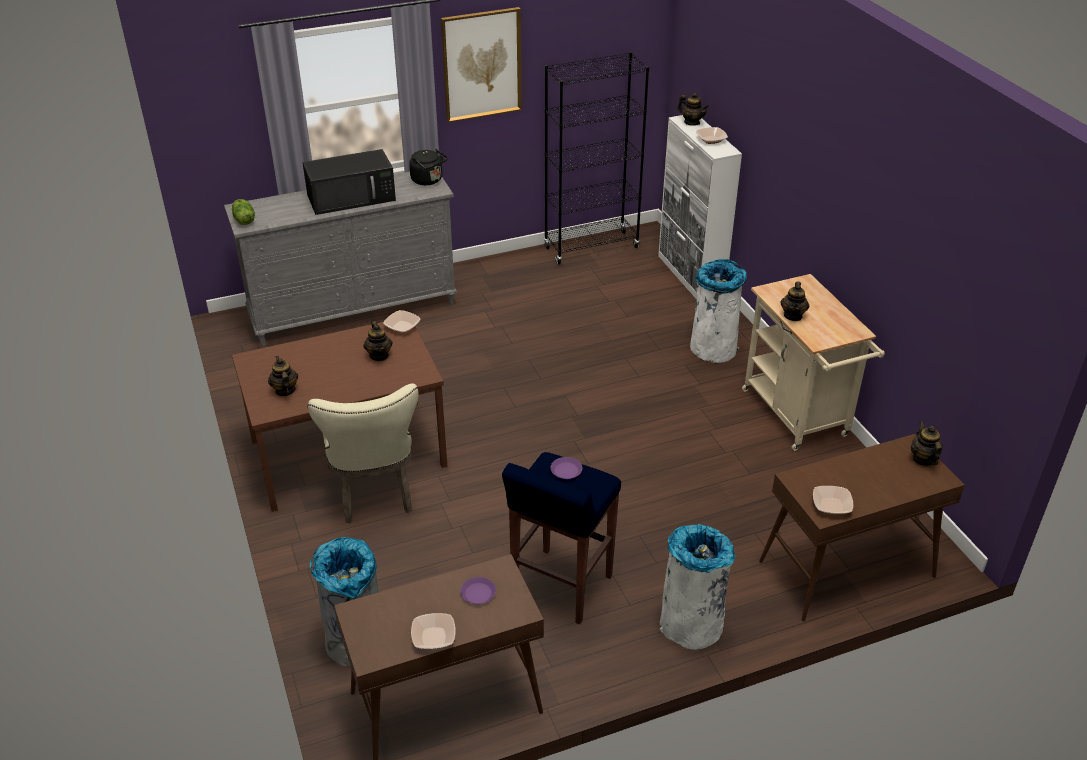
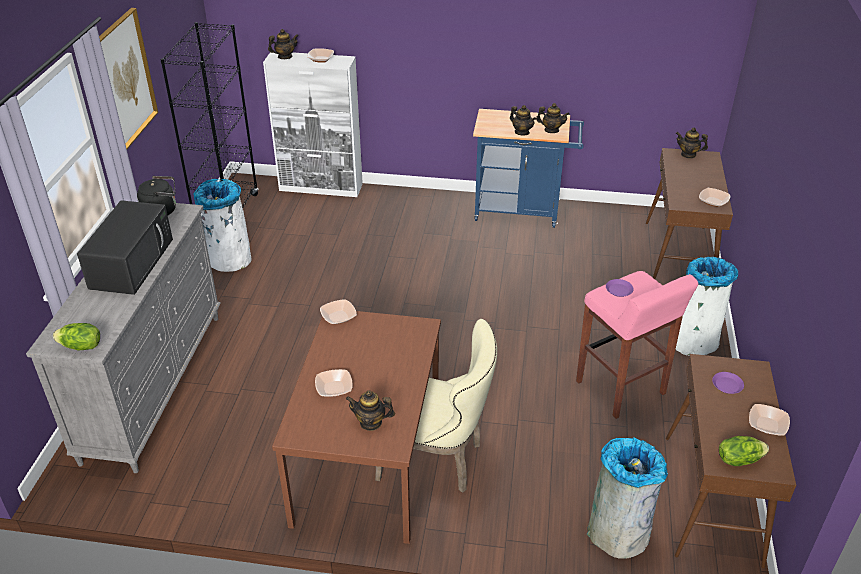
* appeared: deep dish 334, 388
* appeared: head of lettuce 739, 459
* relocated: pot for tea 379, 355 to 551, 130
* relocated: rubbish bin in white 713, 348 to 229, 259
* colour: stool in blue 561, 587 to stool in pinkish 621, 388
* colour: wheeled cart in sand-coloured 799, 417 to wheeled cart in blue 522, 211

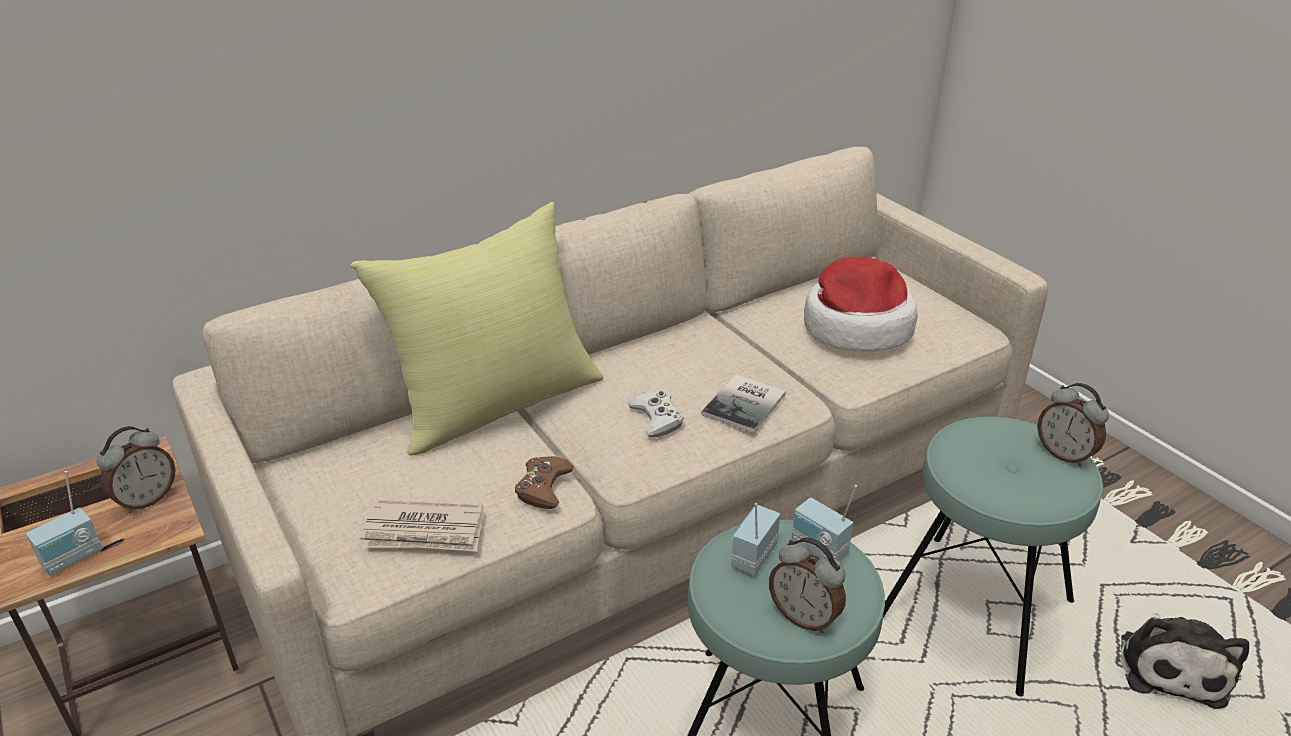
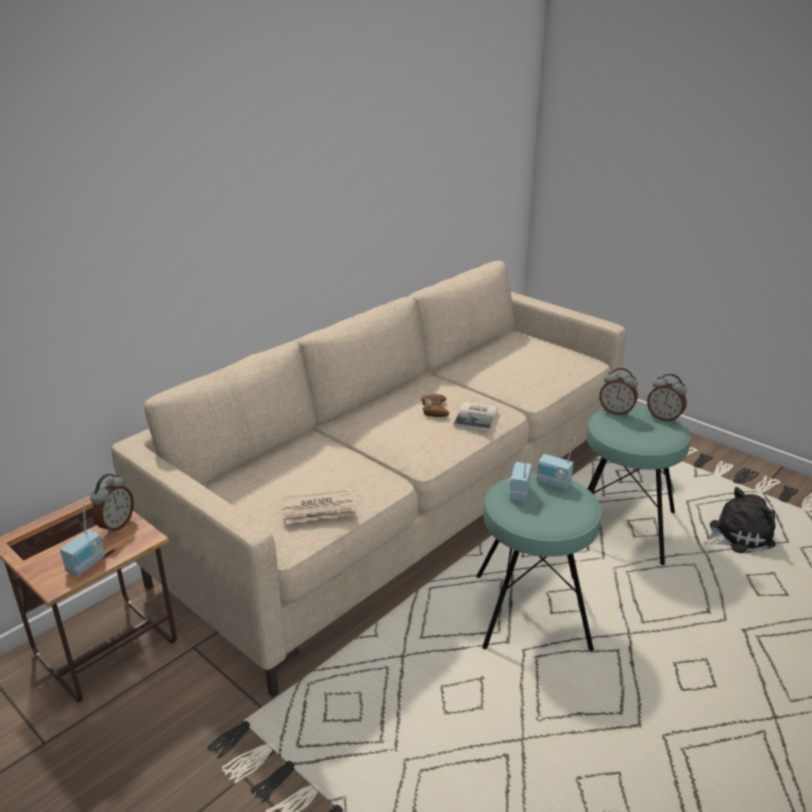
* missing: pillow in yellowish 496, 402
* missing: gamepad in white 657, 419
* missing: wearable hat 855, 327
* relocated: gamepad in brown-coloured 543, 487 to 434, 409
* relocated: alarm clock 804, 616 to 616, 411
* spun: plush toy 1171, 666 = 736, 535 105 degrees counterclockwise

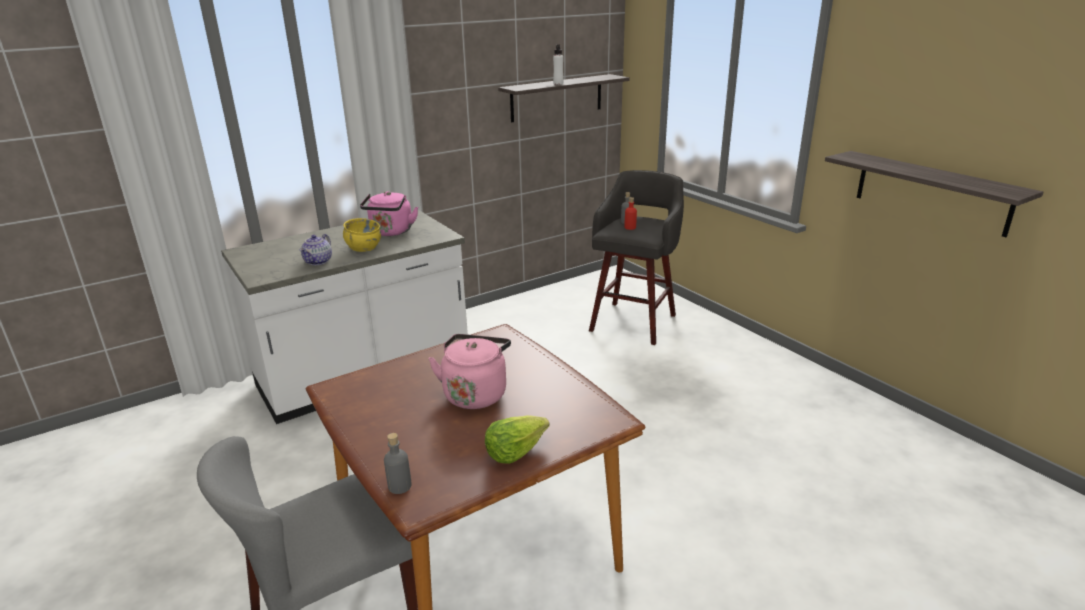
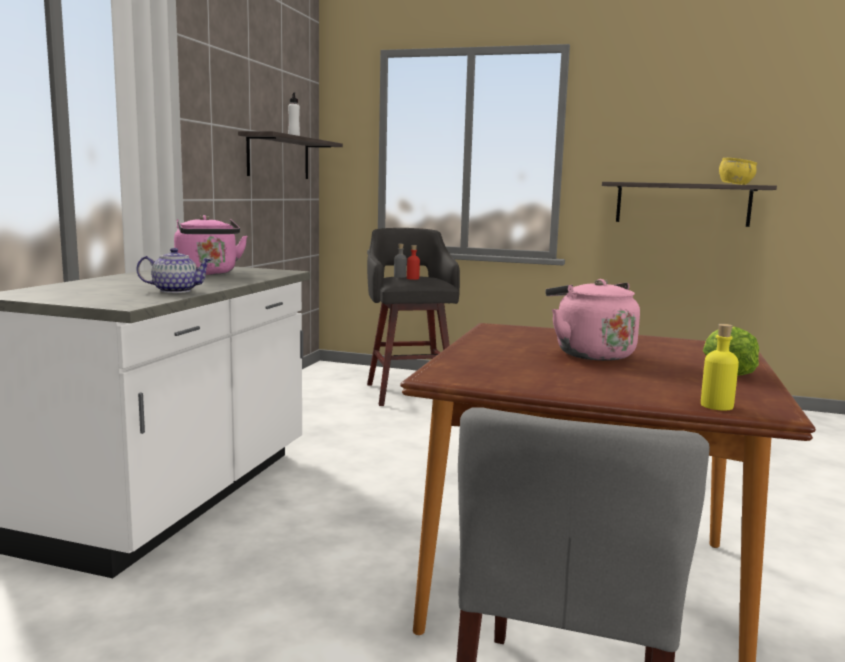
* relocated: deep dish in yellowish 363, 248 to 735, 184
* colour: drink bottle in greyish 399, 486 to drink bottle in yellowish 716, 406
* spun: pot for tea 318, 261 = 175, 291 75 degrees counterclockwise

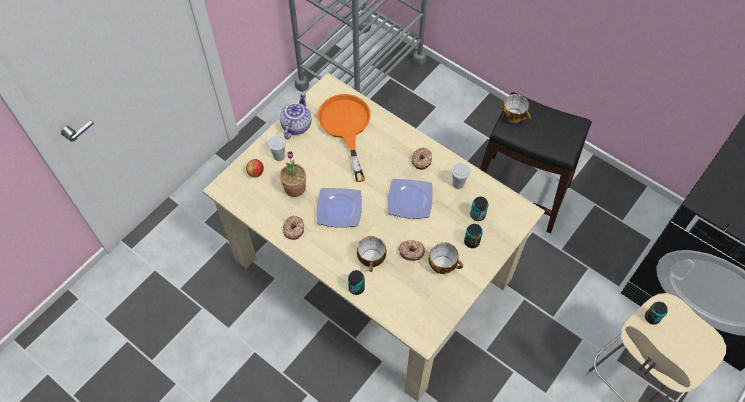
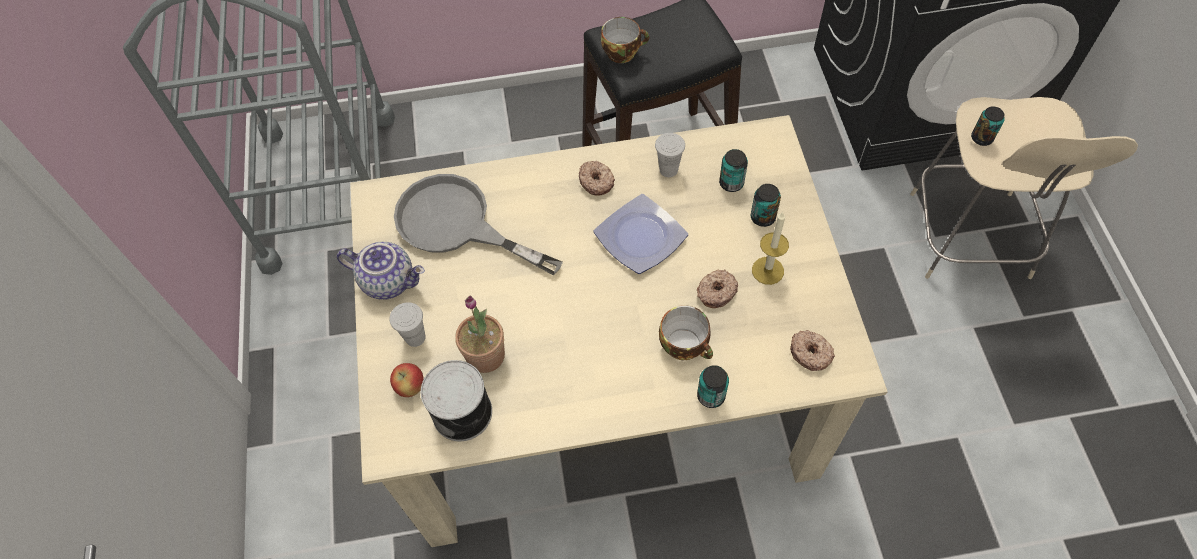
* missing: plate 338, 210
* appeared: metal can 464, 412
* relocated: donut 294, 229 to 810, 353
* exchanged: small cup 444, 265 to wax candle 767, 270
* colour: frying pan in orange-coloured 346, 127 to frying pan in greyish 458, 225
* spun: pot for tea 296, 125 = 389, 280 135 degrees clockwise

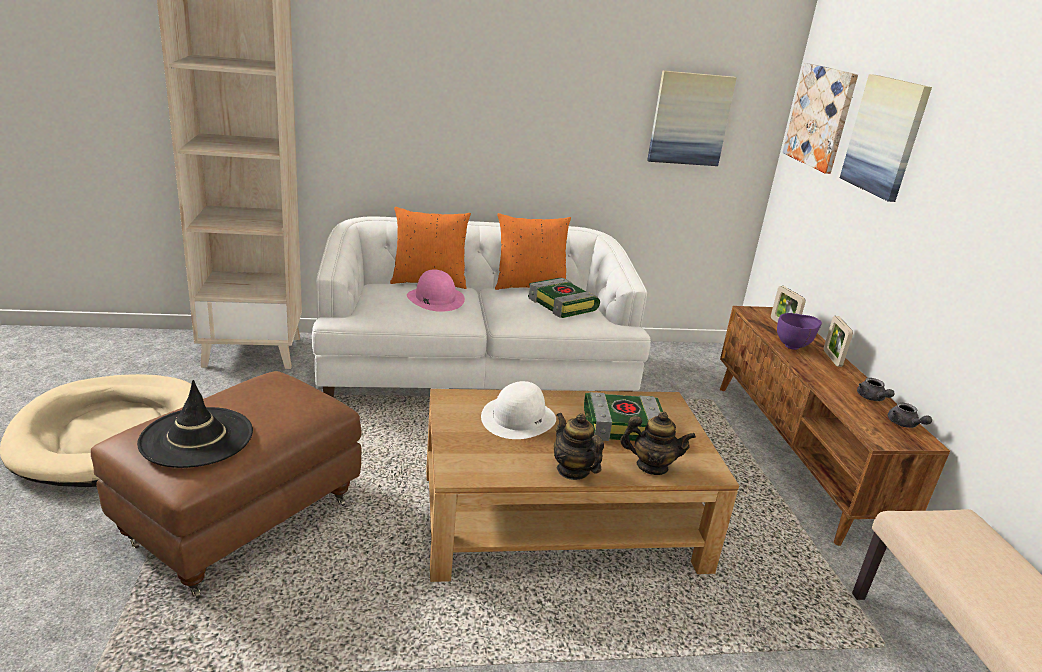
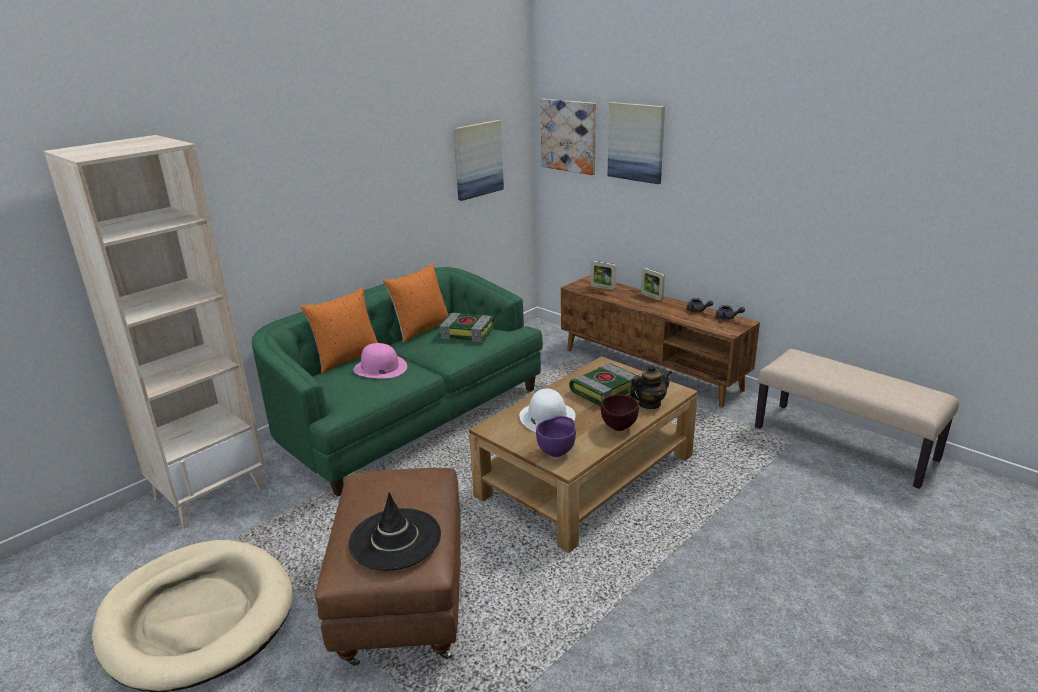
* relocated: deep dish in purple-coloured 793, 346 to 557, 452
* exchanged: pot for tea 573, 470 to deep dish in brown-coloured 618, 429
* colour: couch in white 475, 373 to couch in green 409, 417

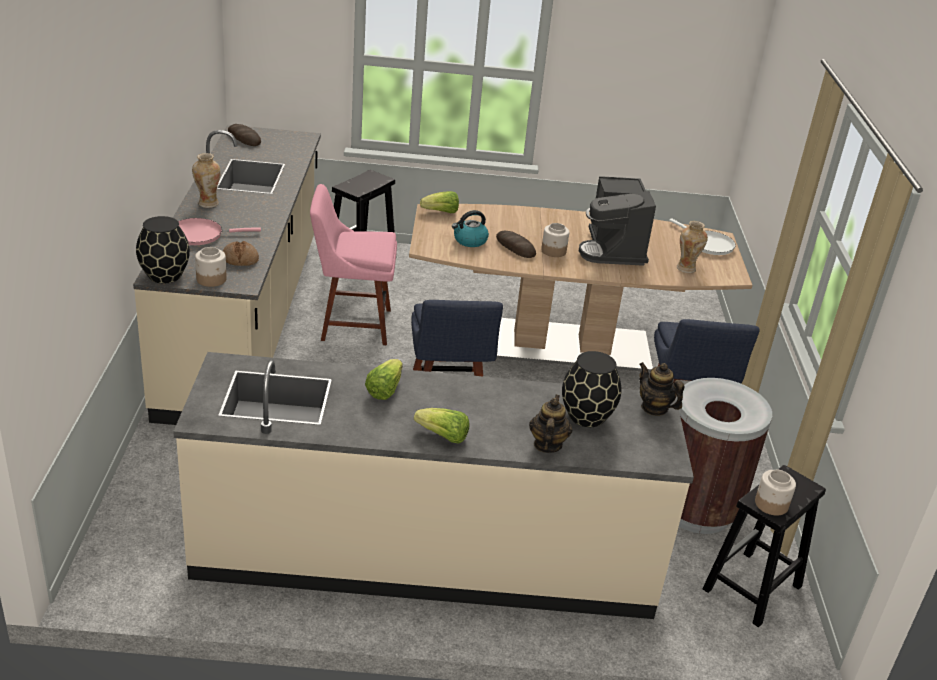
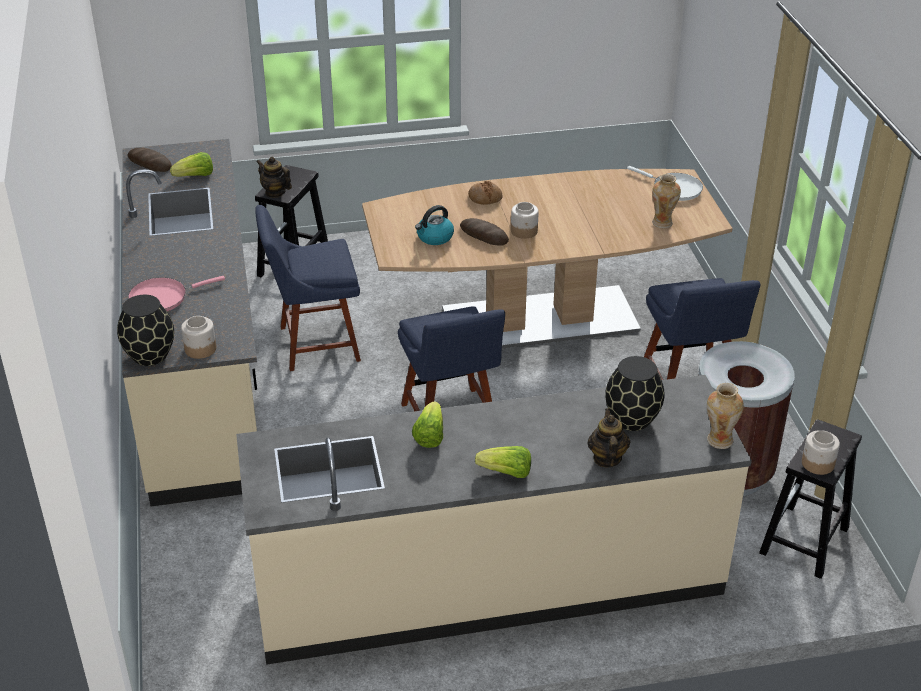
* missing: coffee machine 613, 250
* relocated: flower vase 207, 203 to 719, 440
* relocated: bakery bread 240, 259 to 485, 198
* relocated: head of lettuce 441, 212 to 195, 176
* relocated: pot for tea 654, 408 to 275, 192
* colour: chair in pinkish 351, 324 to chair in blue 314, 344

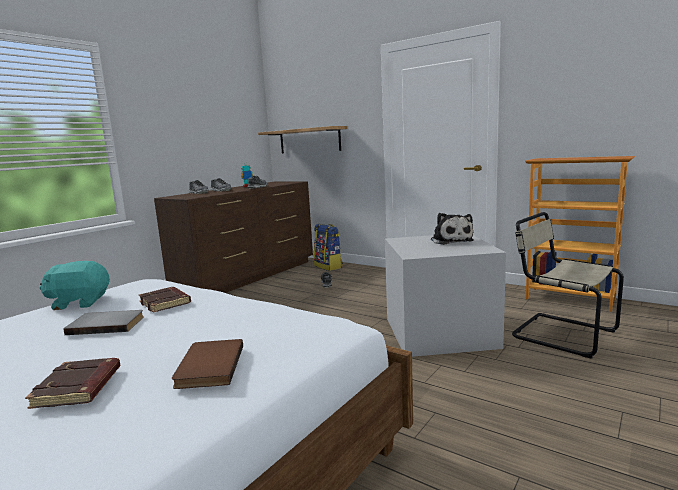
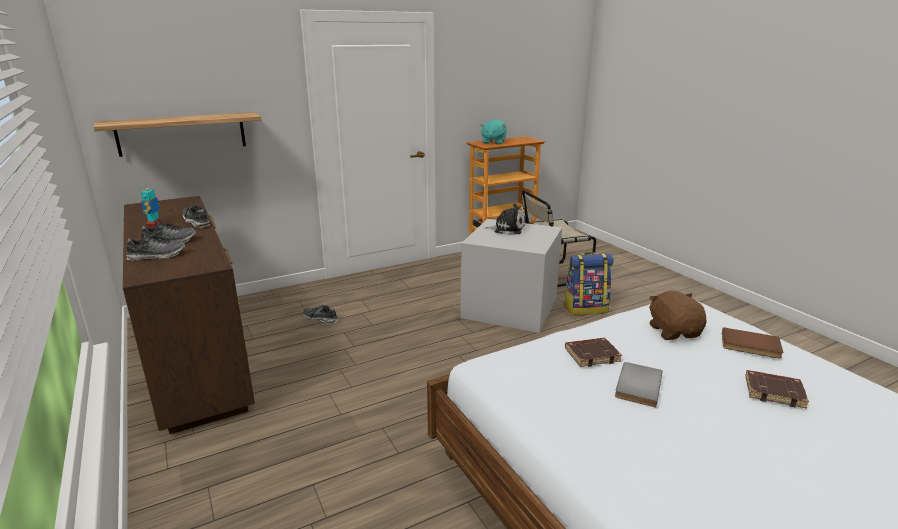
* appeared: plush toy in brown-coloured 674, 332
* relocated: plush toy in turquoise 80, 303 to 493, 142
* relocated: backpack 329, 267 to 585, 308

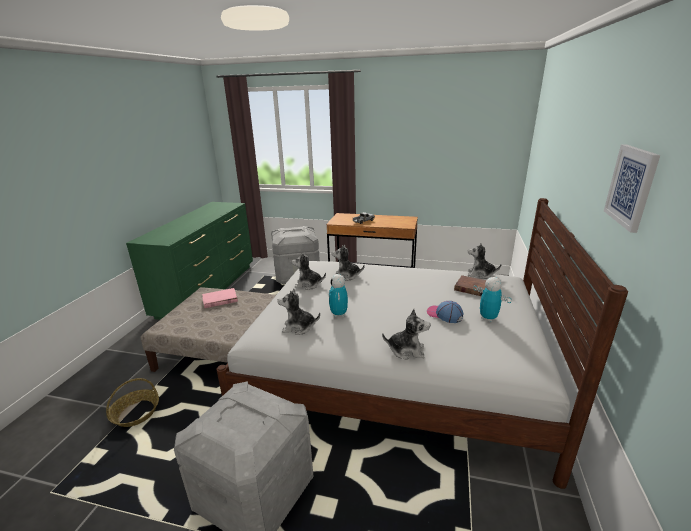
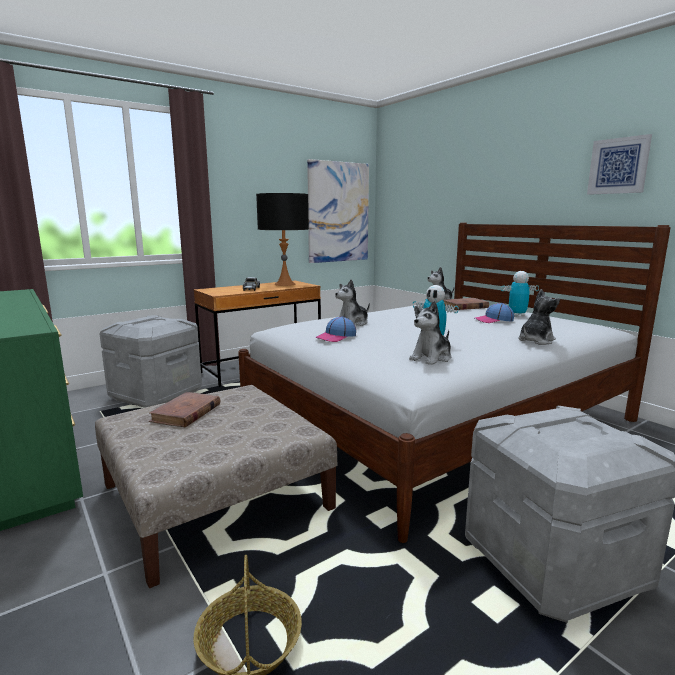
* appeared: table lamp in black 285, 284
* appeared: wall art 338, 212
* exchanged: plush toy 308, 285 to baseball cap 336, 337
* colour: volume in pinkish 219, 300 to volume in brown-coloured 186, 413

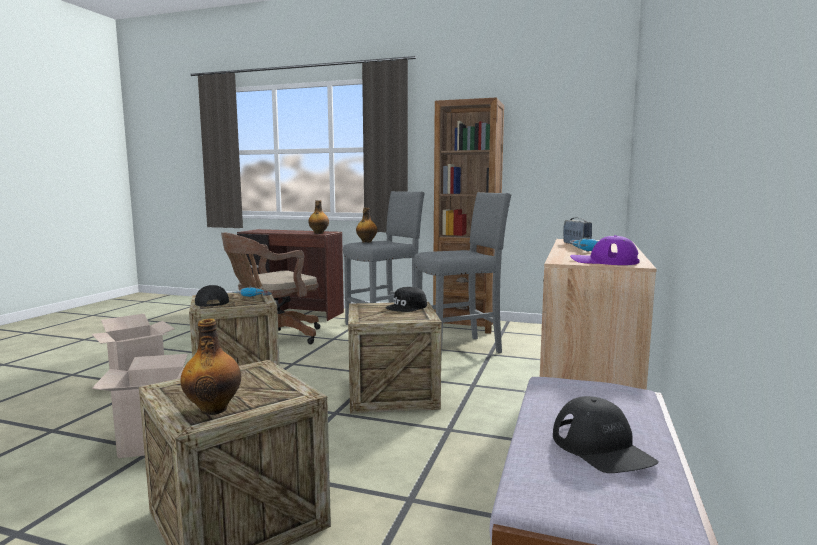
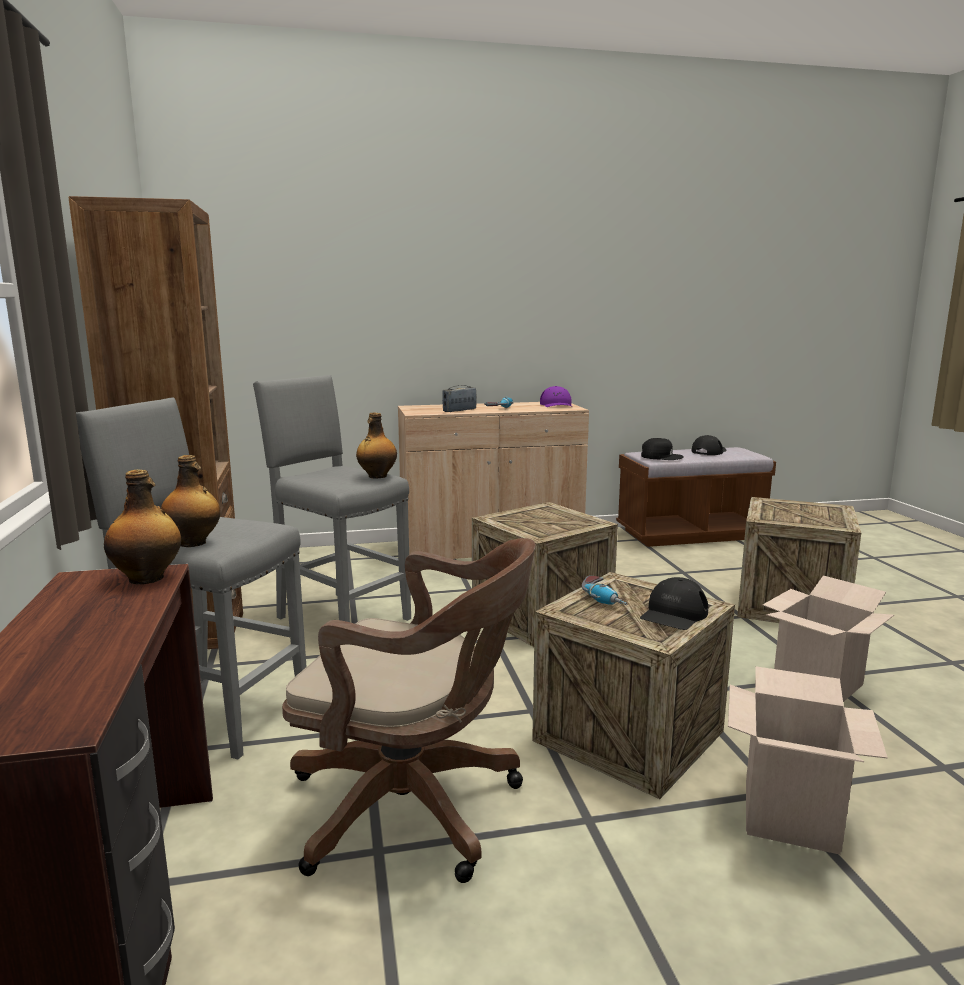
* relocated: drink bottle 214, 408 to 377, 476
* relocated: baseball cap in black 407, 307 to 661, 456

